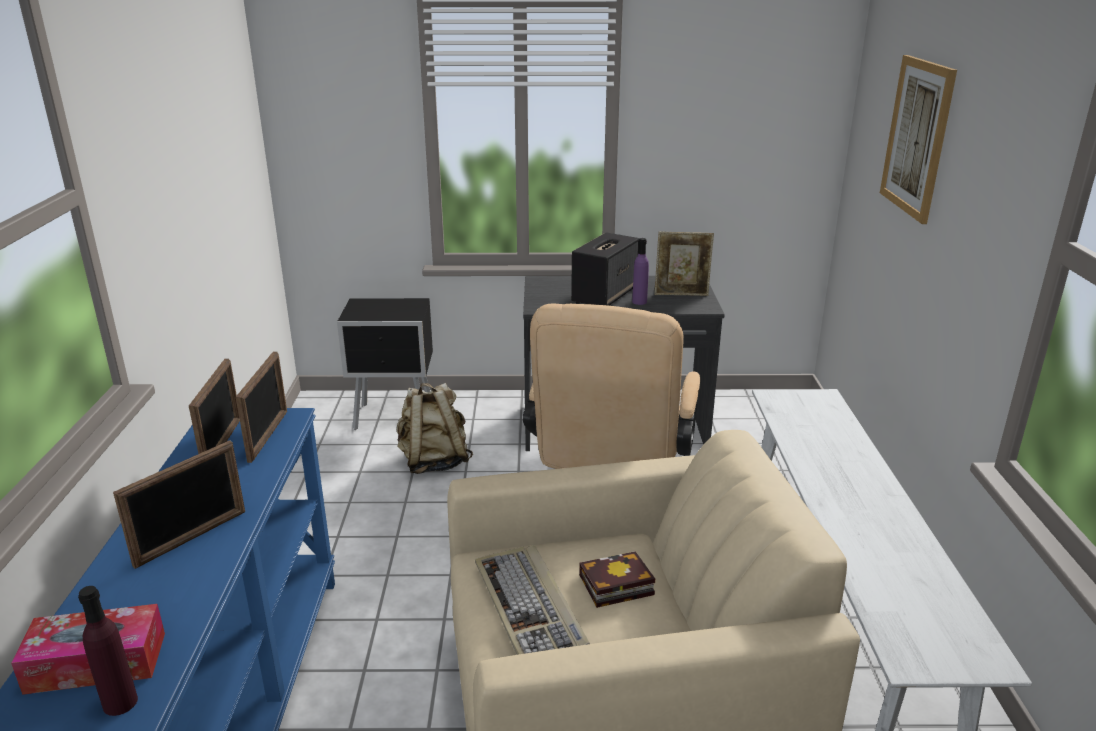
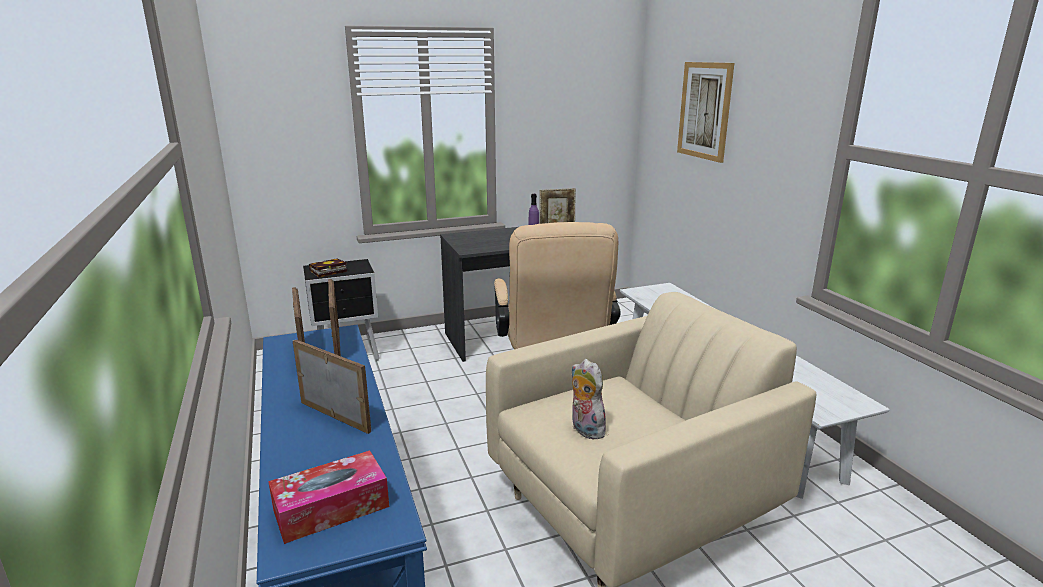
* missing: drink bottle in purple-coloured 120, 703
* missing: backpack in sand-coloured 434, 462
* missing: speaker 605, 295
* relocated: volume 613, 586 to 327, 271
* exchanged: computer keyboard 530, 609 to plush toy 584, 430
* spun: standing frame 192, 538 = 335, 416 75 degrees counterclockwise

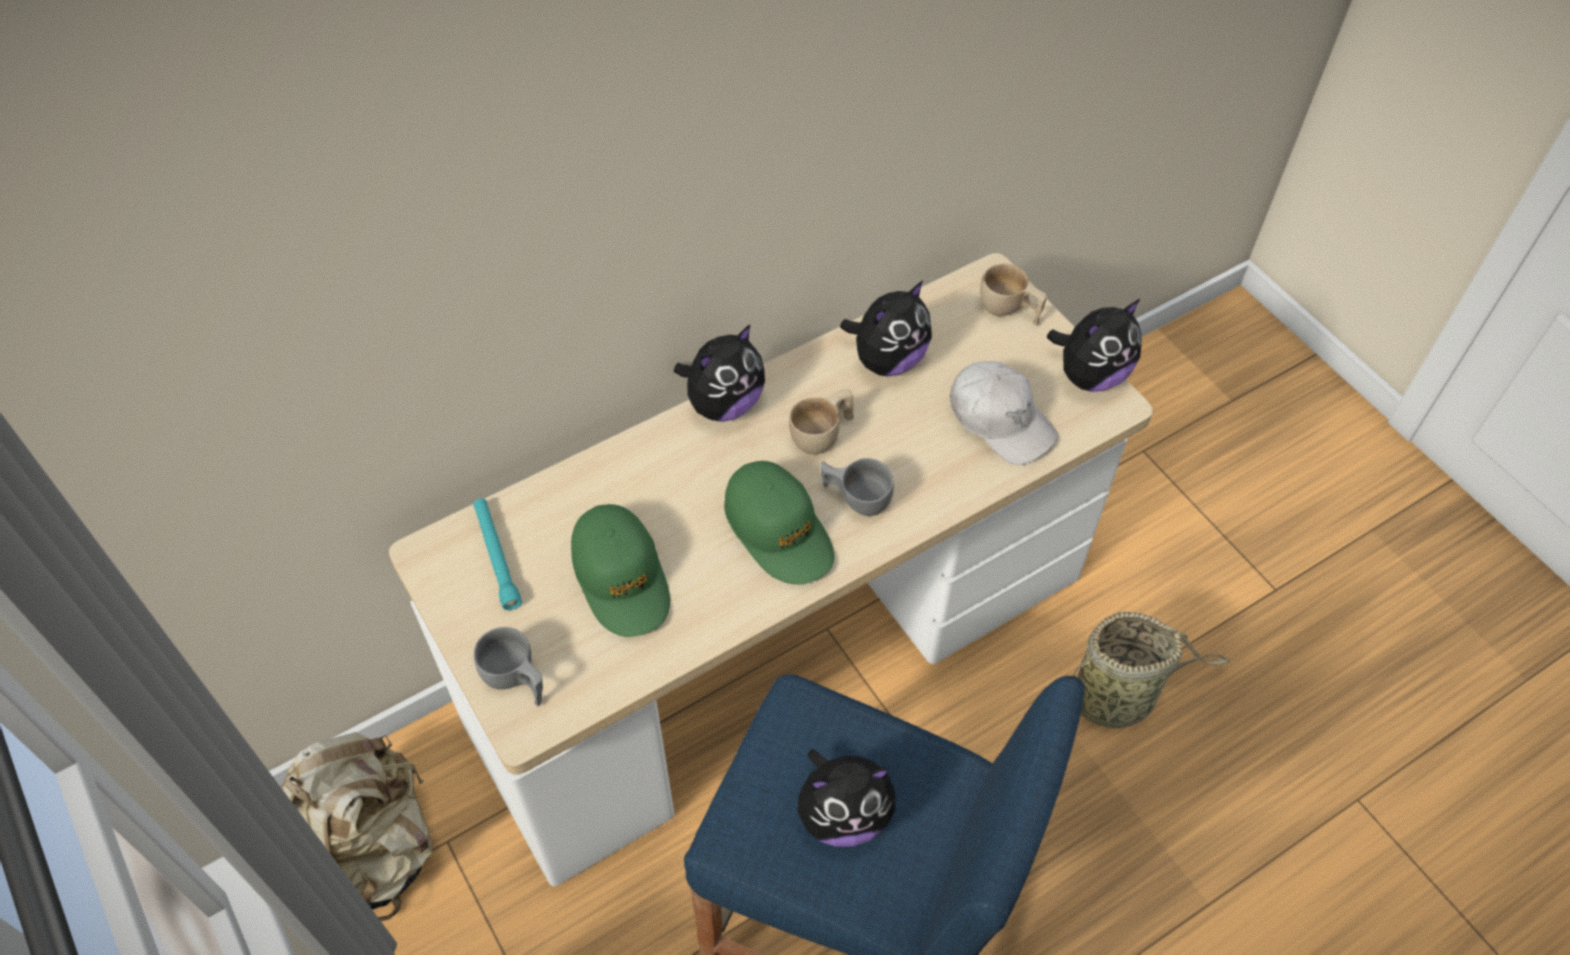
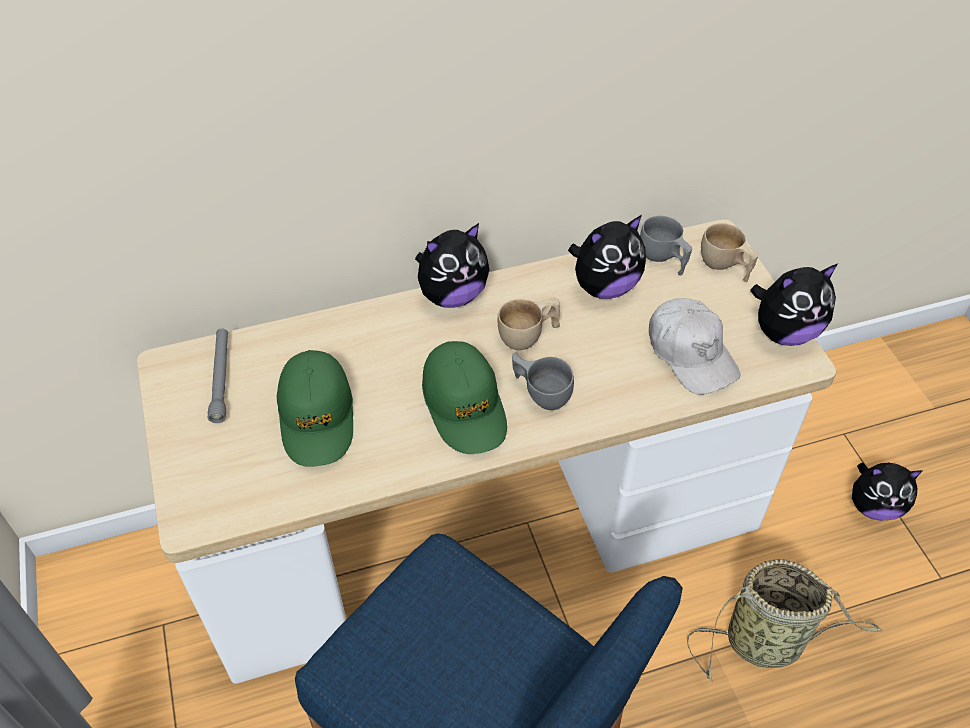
* missing: backpack in sand-coloured 373, 849
* relocated: small cup in greyish 515, 680 to 663, 259
* relocated: plush toy 843, 814 to 874, 506
* colour: hand torch in turquoise 497, 557 to hand torch in greyish 221, 378

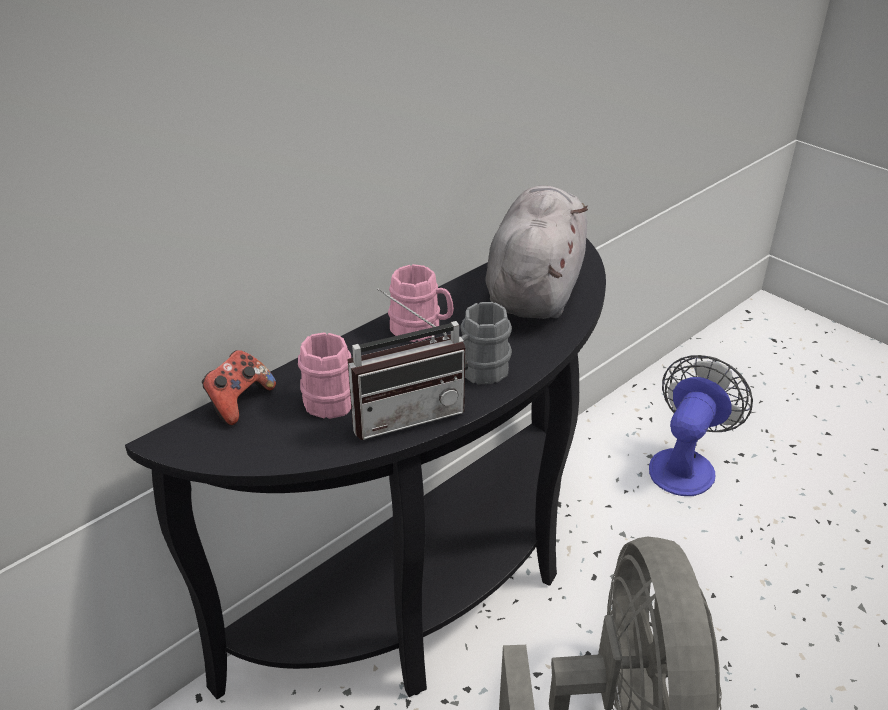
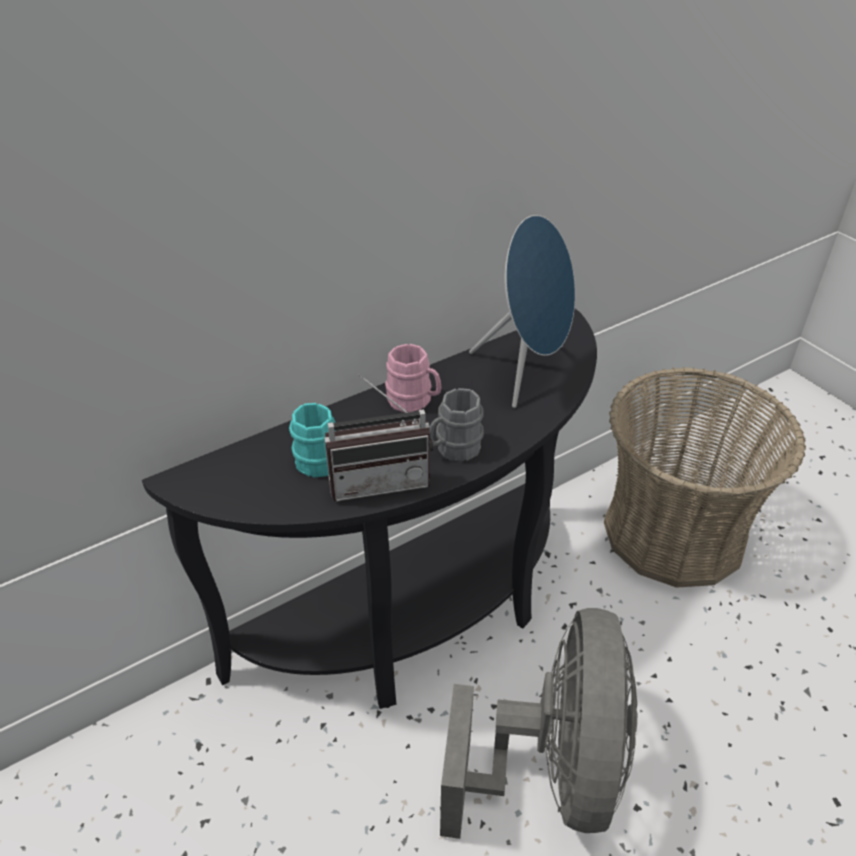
* missing: gamepad 239, 402
* exchanged: plush toy in greyish 535, 288 to speaker in blue 526, 371
* exchanged: fan 685, 464 to basket 673, 532
* colour: coffee mug in pinkish 327, 397 to coffee mug in turquoise 317, 456

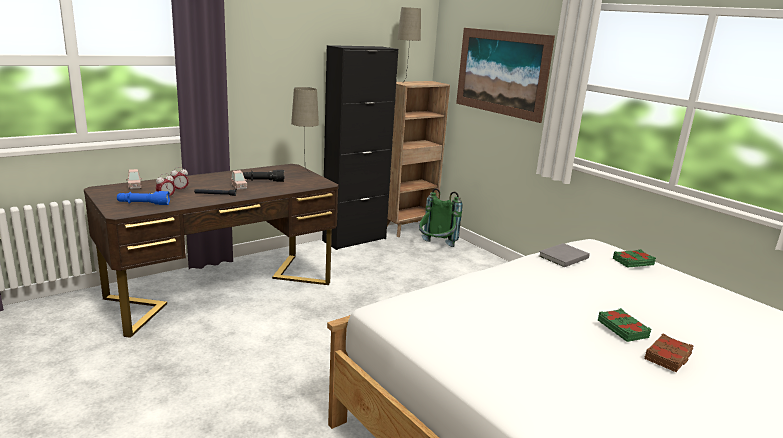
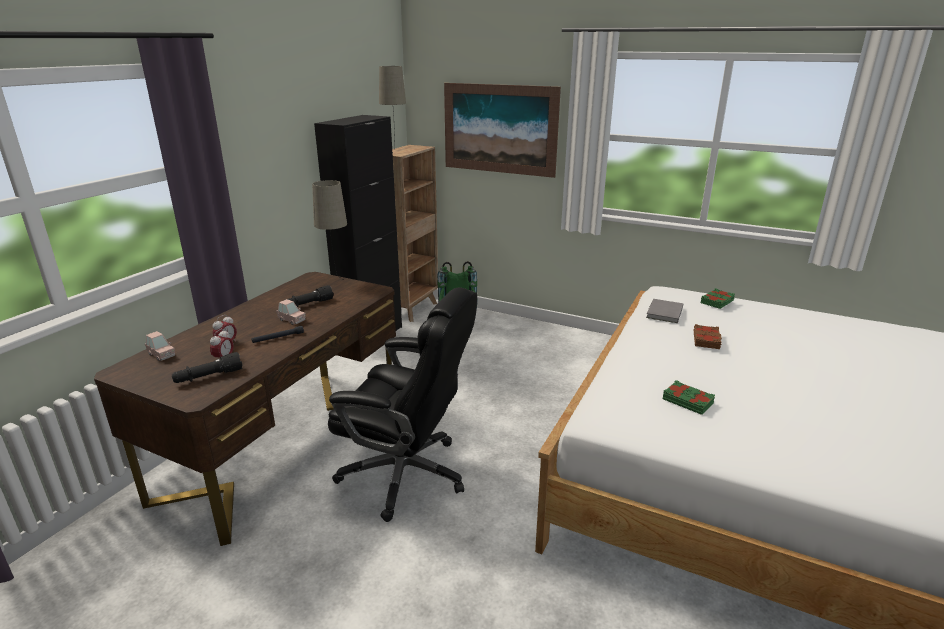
* appeared: office chair in black 406, 474
* relocated: volume in green 623, 329 to 688, 401
* relocated: volume in brown-coloured 668, 357 to 706, 340
* colour: hand torch in blue 143, 204 to hand torch in black 208, 377

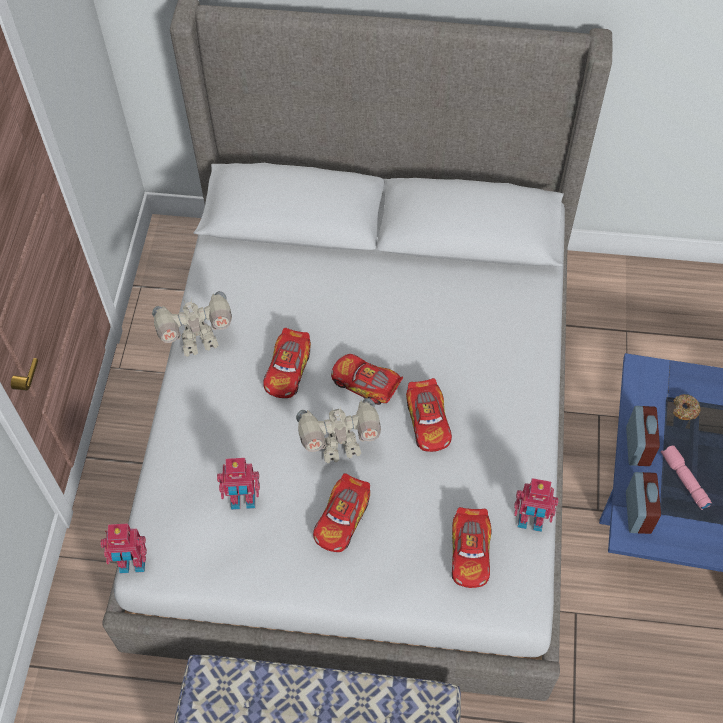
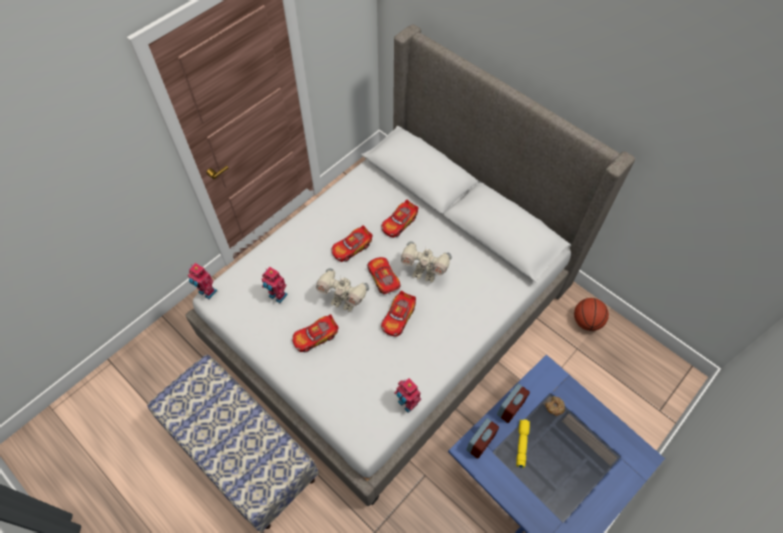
* appeared: basketball 586, 321
* relocated: robot figure 198, 342 to 424, 273
* relocated: toy car 470, 552 to 399, 223
* colour: hand torch in pinkish 683, 480 to hand torch in yellowish 521, 443

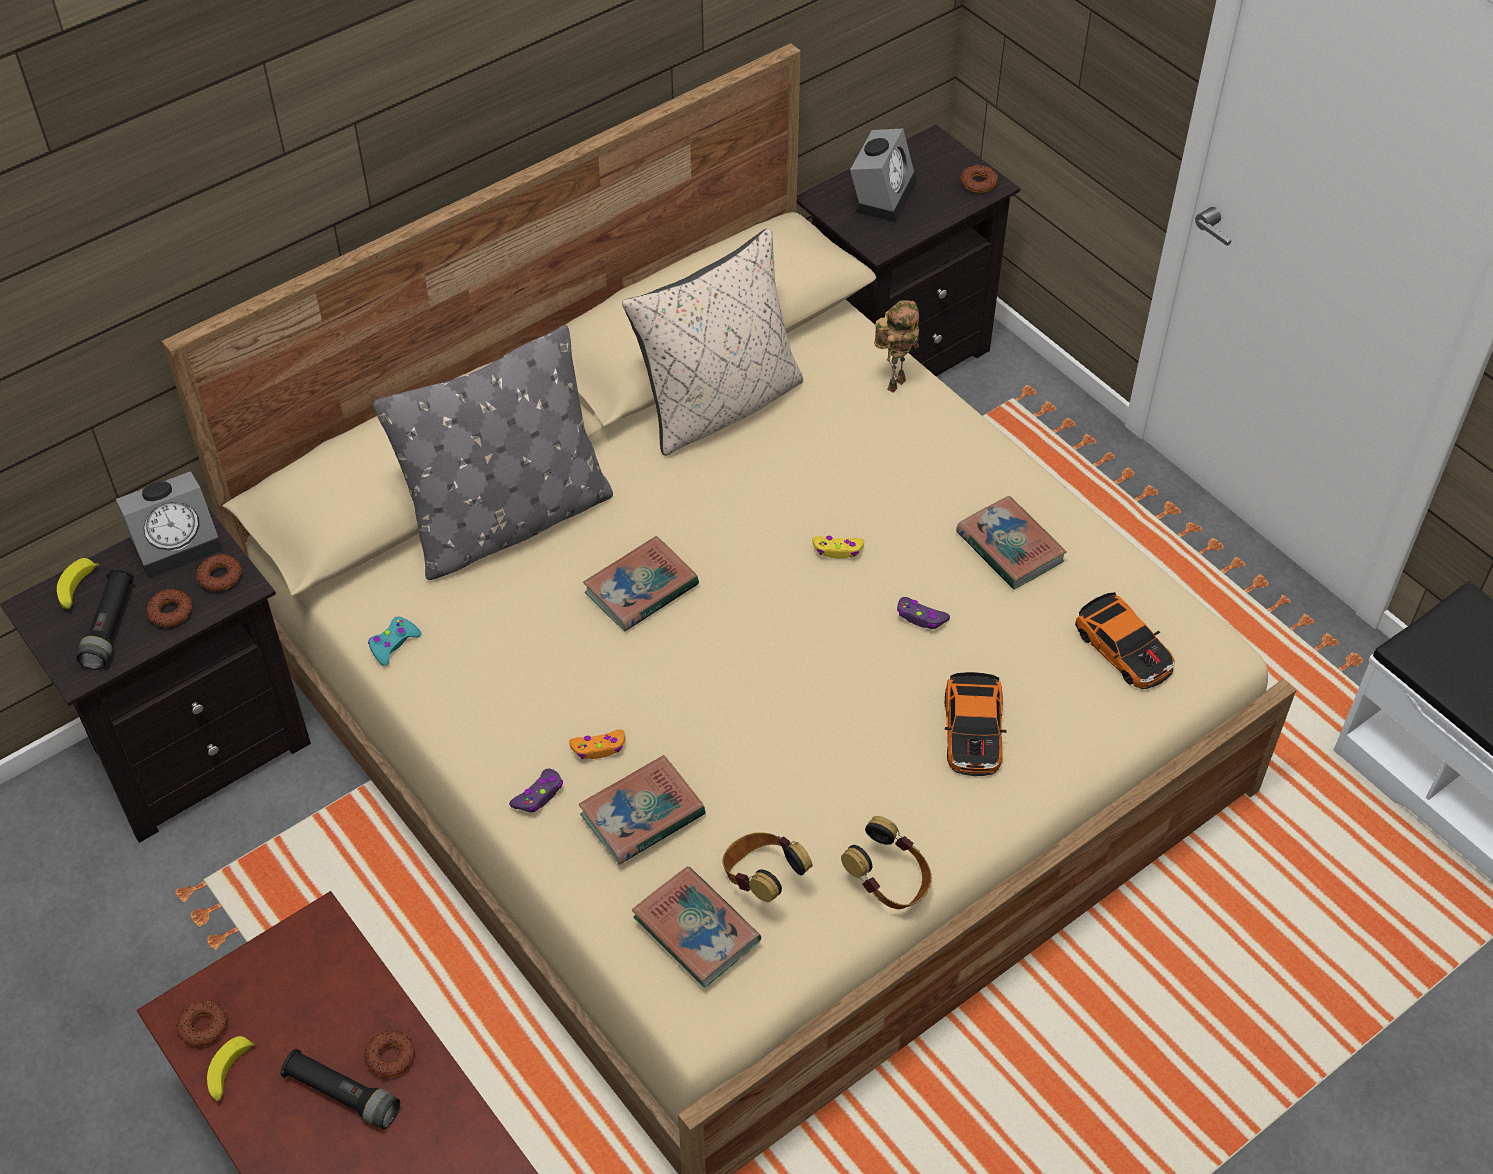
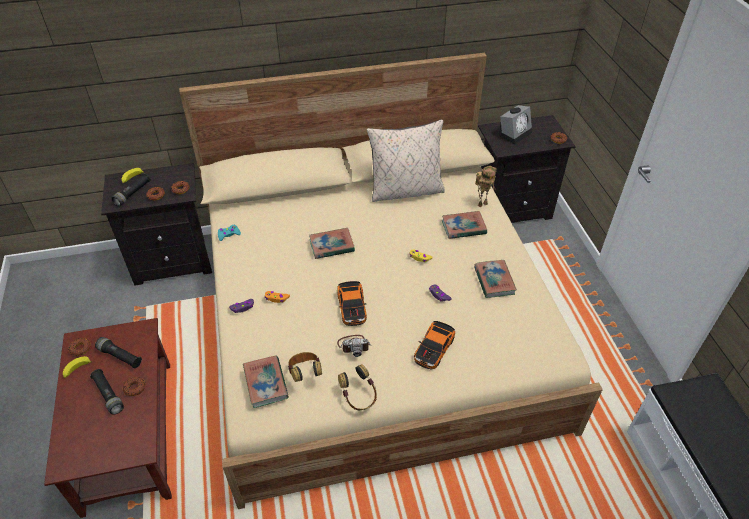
* missing: alarm clock 179, 542
* missing: pillow in greyish 509, 521
* appeared: hand torch in black 120, 356
* appeared: photo camera 354, 345
* relocated: volume 642, 815 to 463, 227
* relocated: toy car 1125, 648 to 352, 307

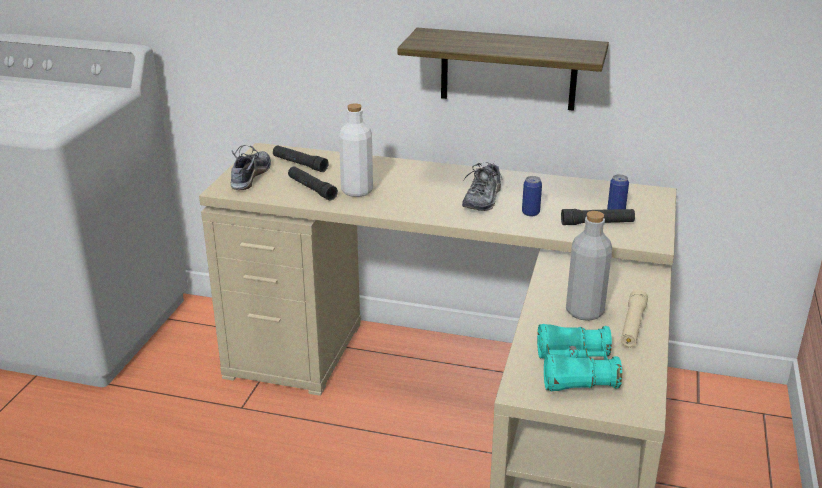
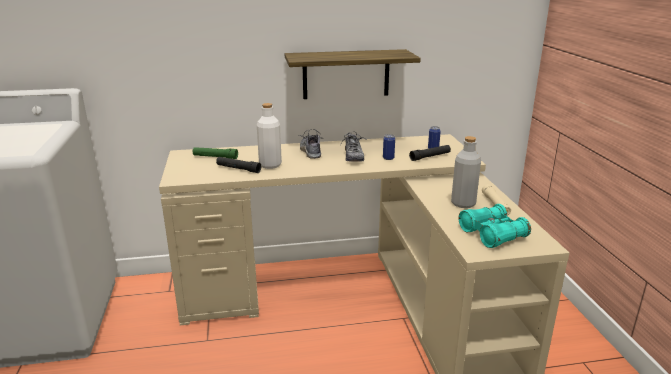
* relocated: shoe 250, 177 to 311, 151
* colour: hand torch in black 300, 164 to hand torch in green 215, 157

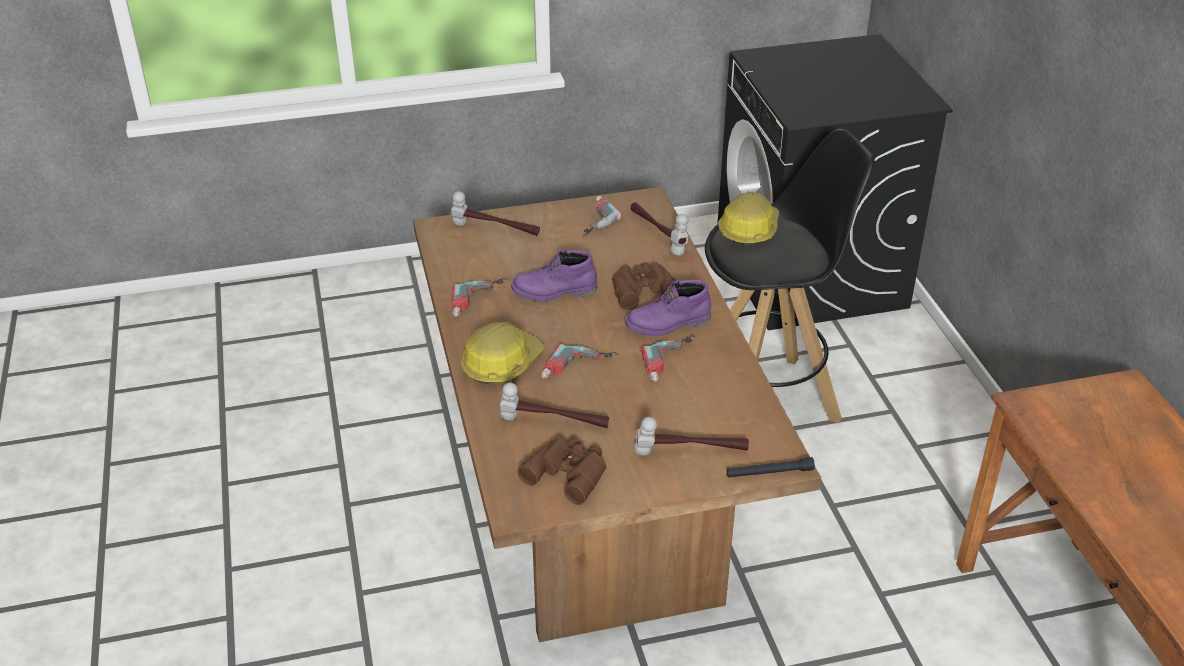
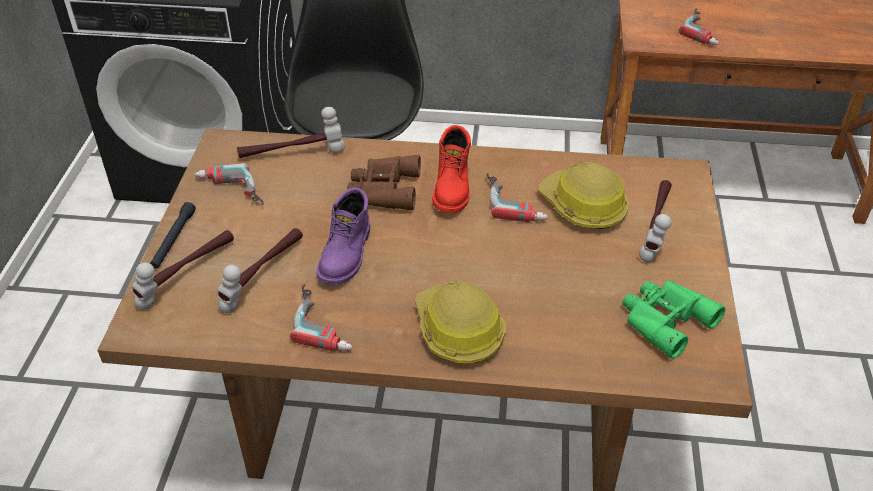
* relocated: tool hammer 553, 423 to 263, 276
* relocated: electric drill 579, 369 to 705, 31
* relocated: safety helmet 749, 229 to 583, 207
* relocated: hand torch in black 769, 473 to 173, 240
* colour: binoculars in brown-coloured 568, 472 to binoculars in green 664, 319
* colour: tall boot in purple-coloured 668, 325 to tall boot in red 453, 188

